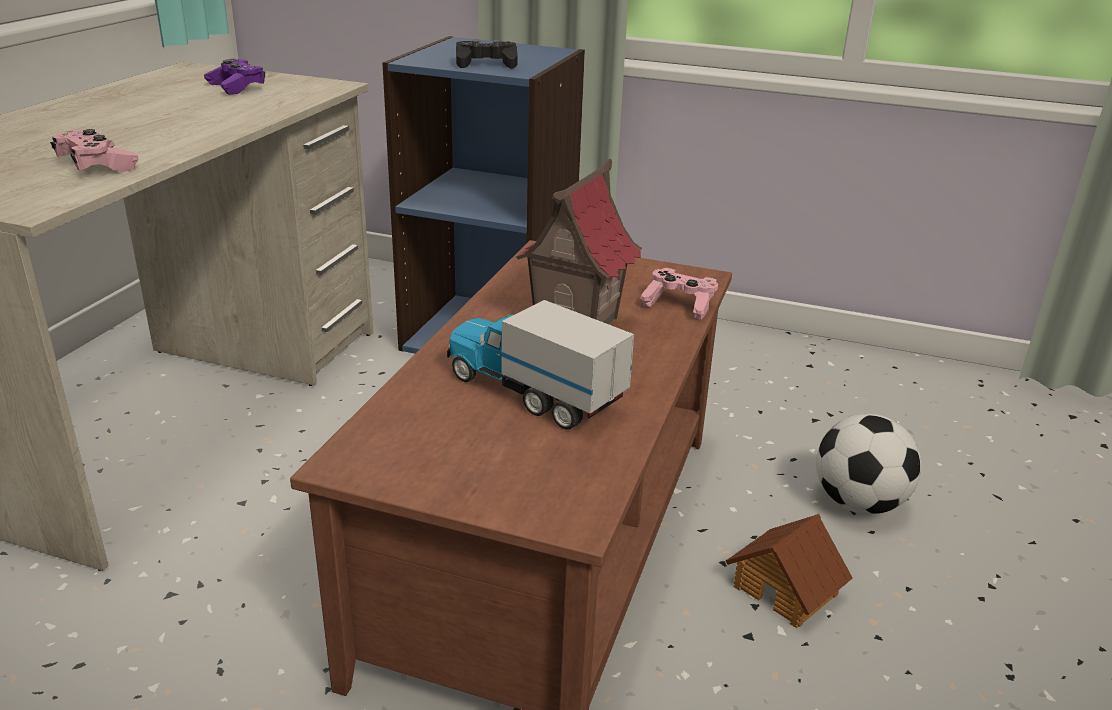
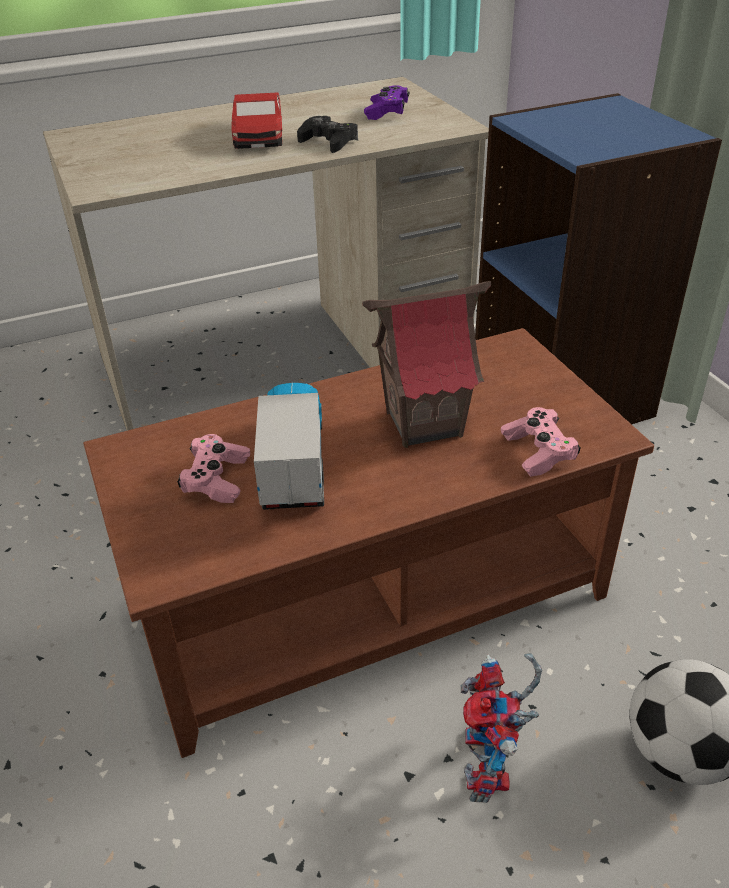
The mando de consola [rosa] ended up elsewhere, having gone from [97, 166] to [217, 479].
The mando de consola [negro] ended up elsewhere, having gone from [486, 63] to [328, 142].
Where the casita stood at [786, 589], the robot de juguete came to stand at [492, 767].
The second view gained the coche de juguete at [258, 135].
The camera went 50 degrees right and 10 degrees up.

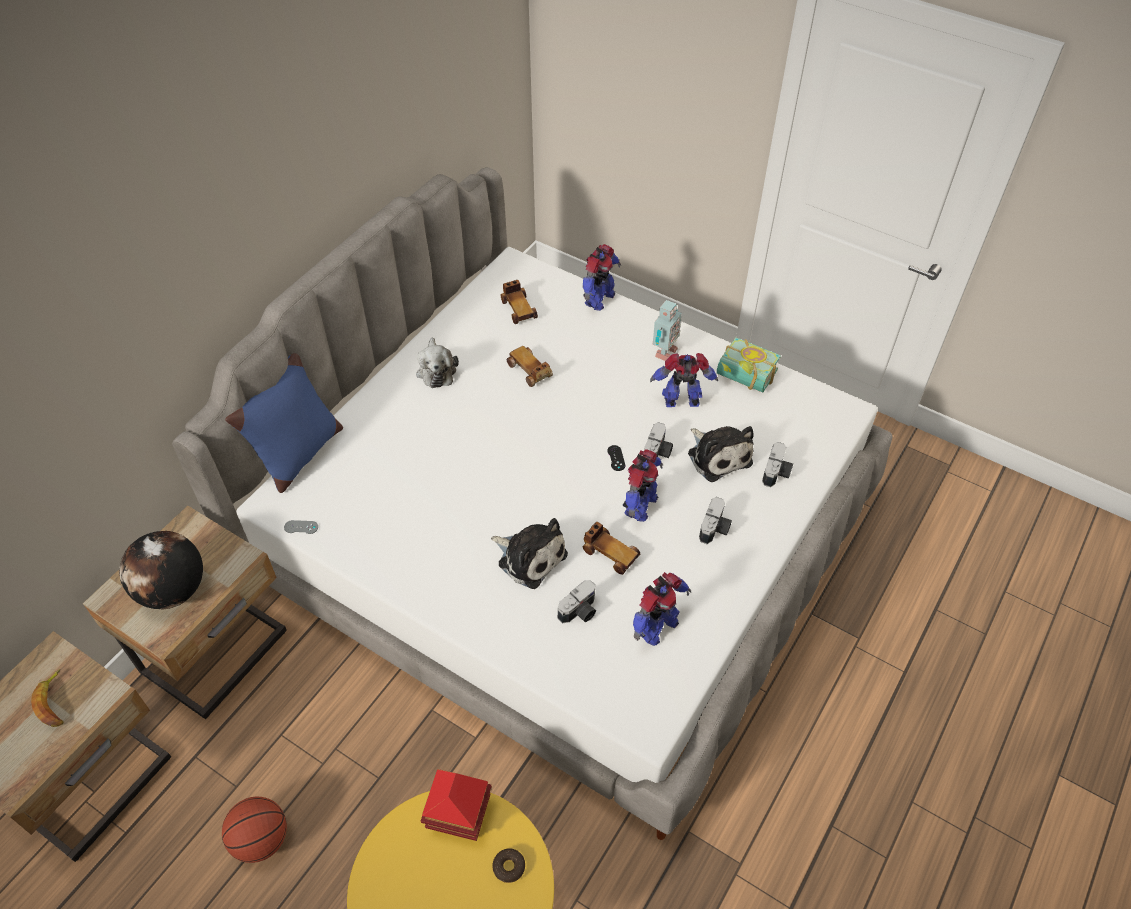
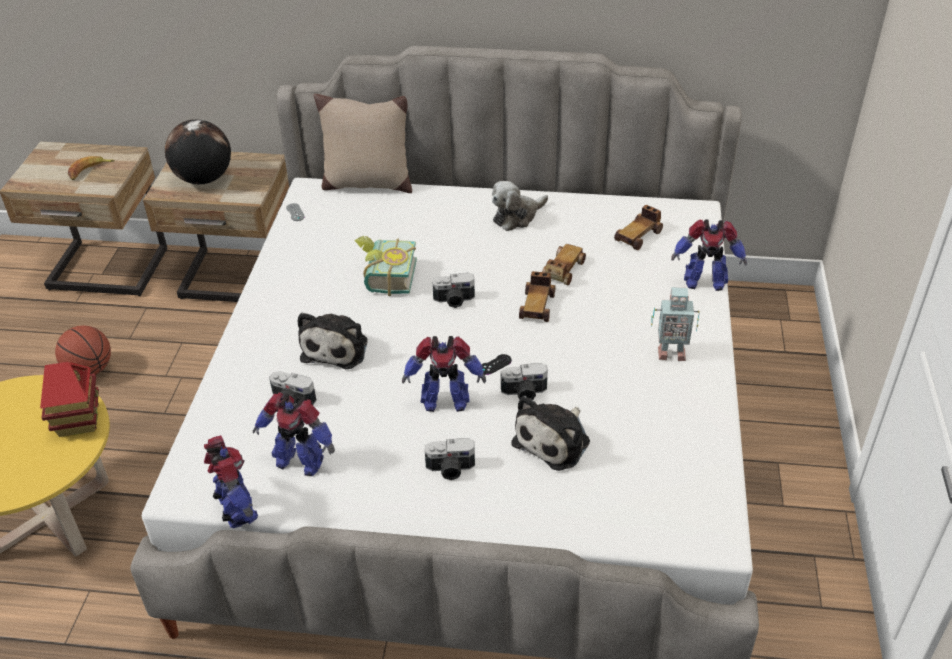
What was the cojín [azul] at [299, 455] turned into the cojín [beis] at [367, 183].
The second view lost the rosquilla at [509, 867].
The coche de juguete ended up elsewhere, having gone from [610, 553] to [537, 306].
The robot de juguete ended up elsewhere, having gone from [682, 401] to [236, 510].
The libro ended up elsewhere, having gone from [743, 379] to [385, 278].
The cámara ended up elsewhere, having gone from [777, 473] to [454, 300].
The camera went 65 degrees right and 10 degrees down.

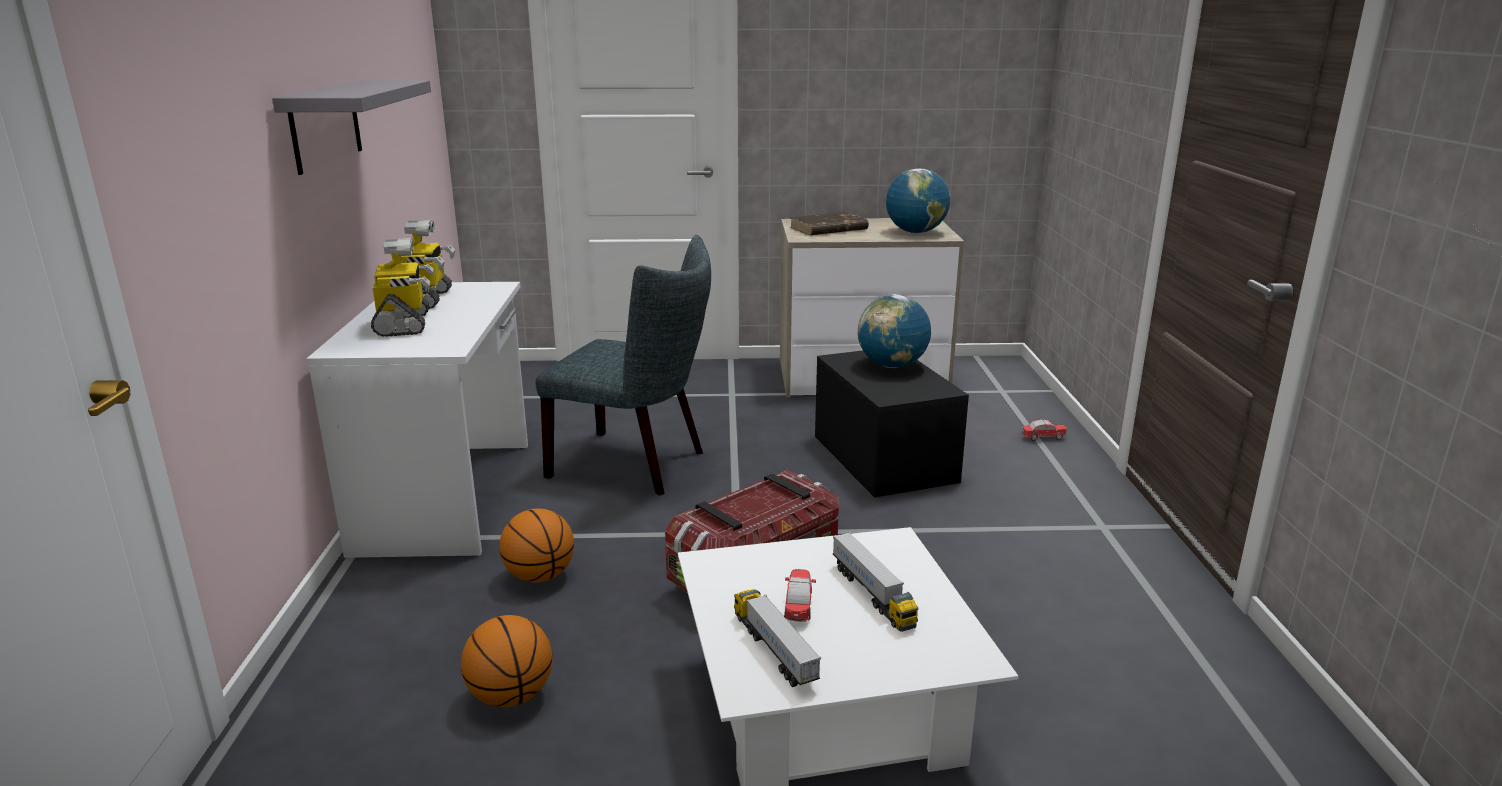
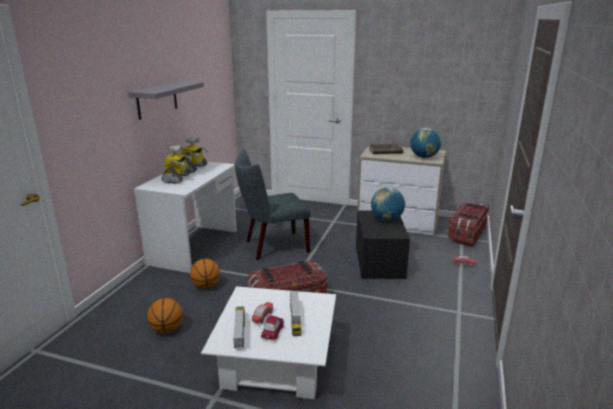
The silla [gris] at [637, 464] ended up facing another way, 120 degrees clockwise from before.
The second view gained the coche de juguete at [273, 331].
The second view gained the caja de almacenaje at [467, 234].
The camera went 20 degrees right and 0 degrees up.

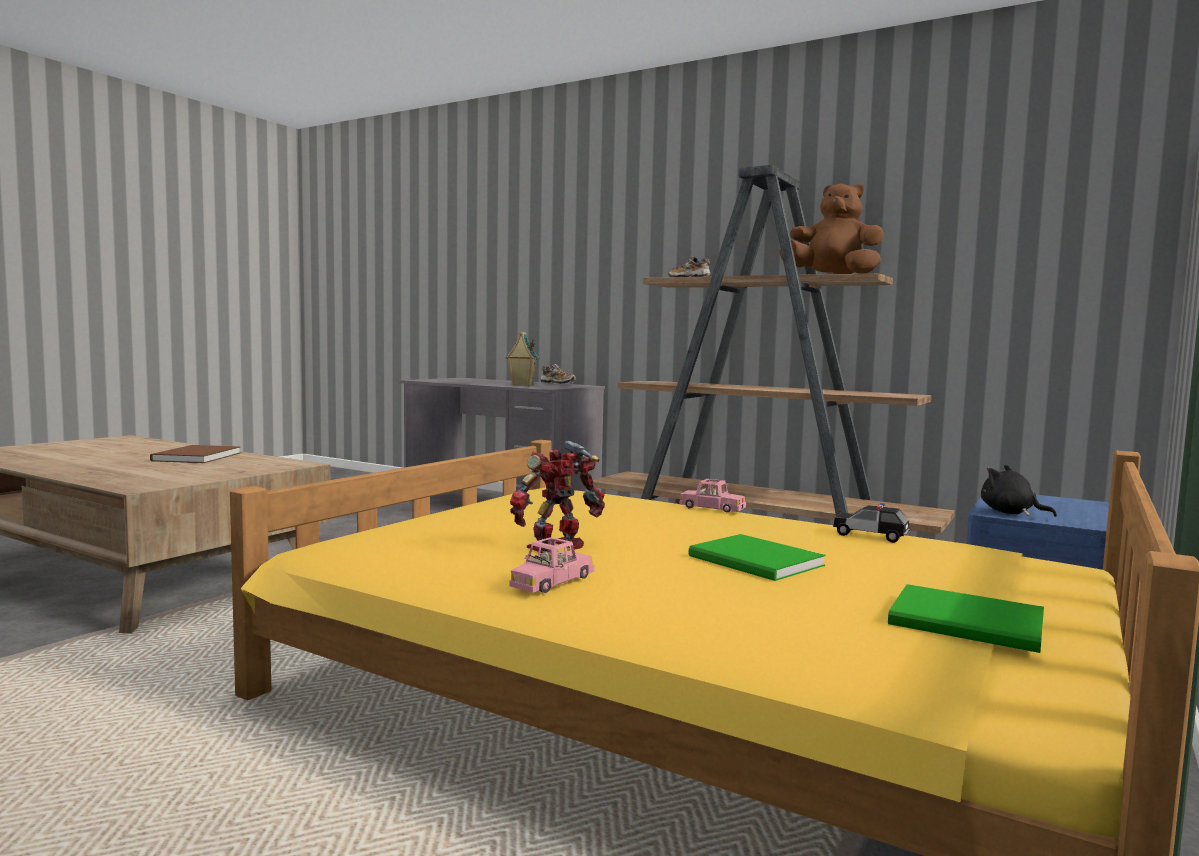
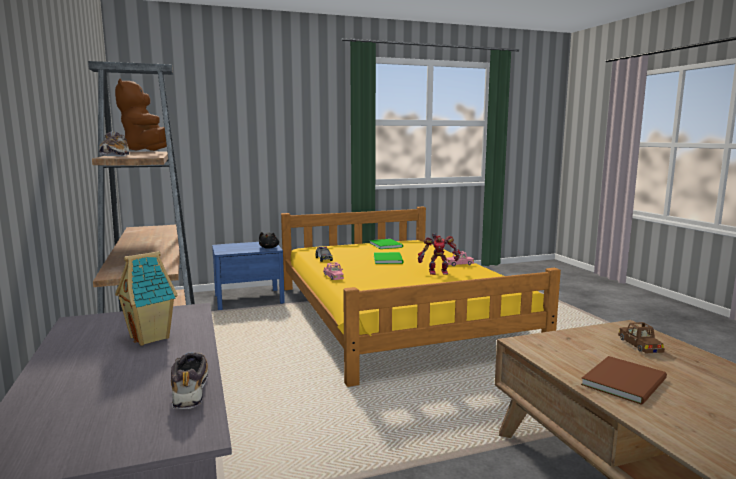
The zapato ended up elsewhere, having gone from [558, 384] to [190, 390].
The second view gained the coche de juguete [marrón] at [639, 345].
The camera went 140 degrees left and 5 degrees up.

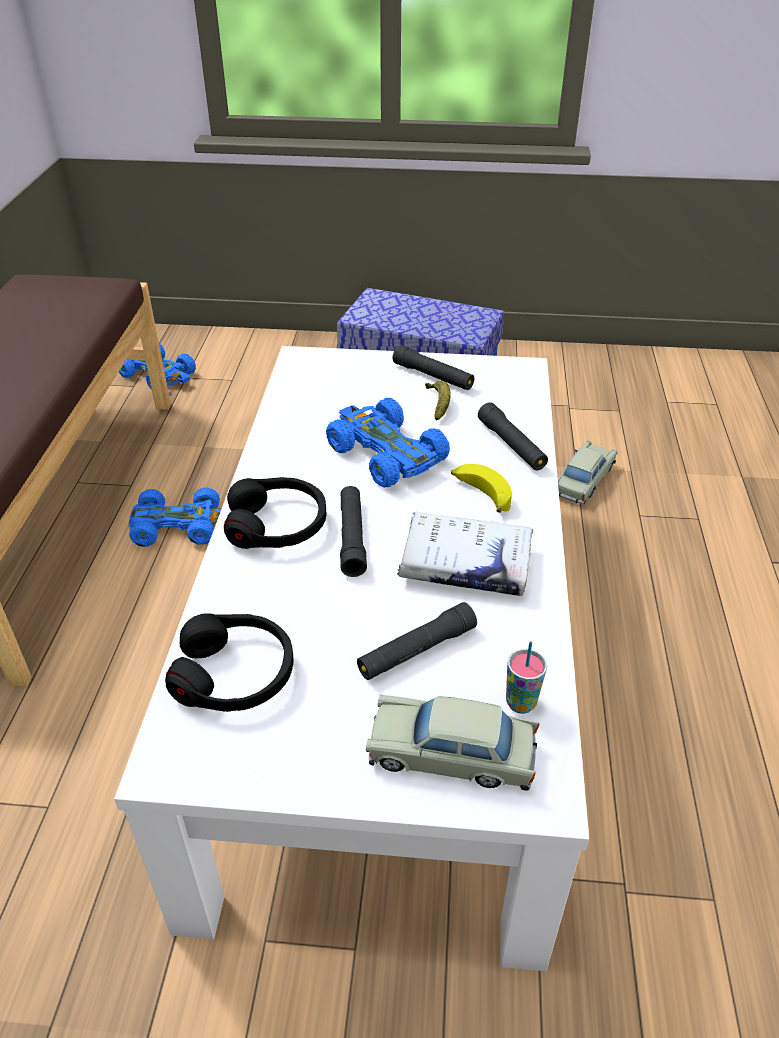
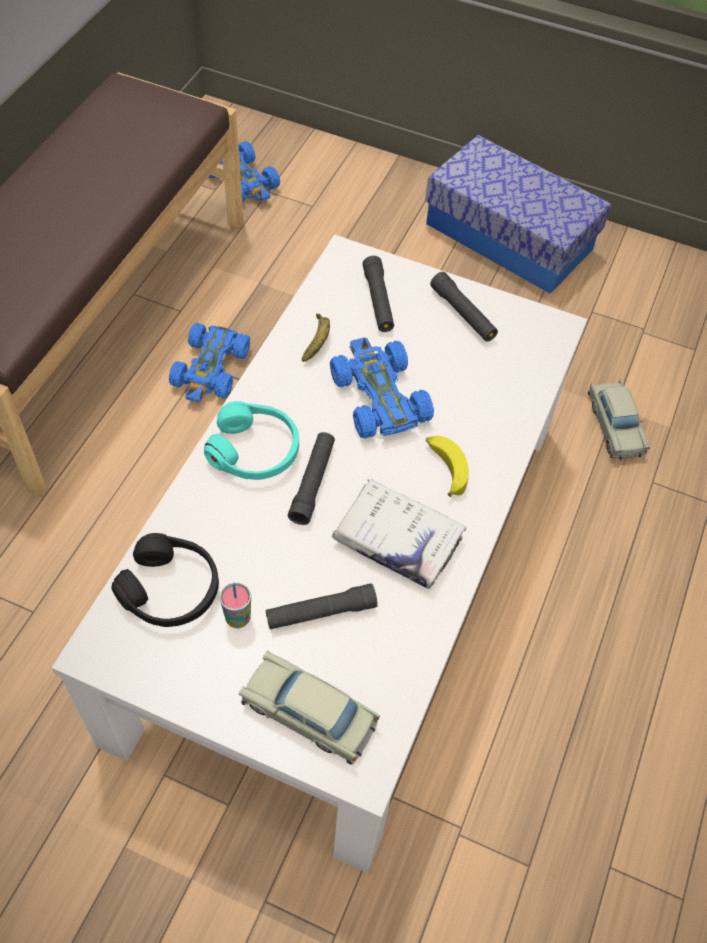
The coche de juguete [azul] at [179, 526] ended up facing another way, 90 degrees clockwise from before.
What was the auriculares [negro] at [277, 525] turned into the auriculares [turquesa] at [254, 450].
The plátano ended up elsewhere, having gone from [438, 404] to [317, 341].
The linterna [negro] ended up elsewhere, having gone from [511, 445] to [378, 301].
The taza ended up elsewhere, having gone from [521, 703] to [238, 618].
The coche de juguete [beis] at [583, 480] ended up facing another way, 120 degrees clockwise from before.
The camera went 15 degrees right and 15 degrees up.

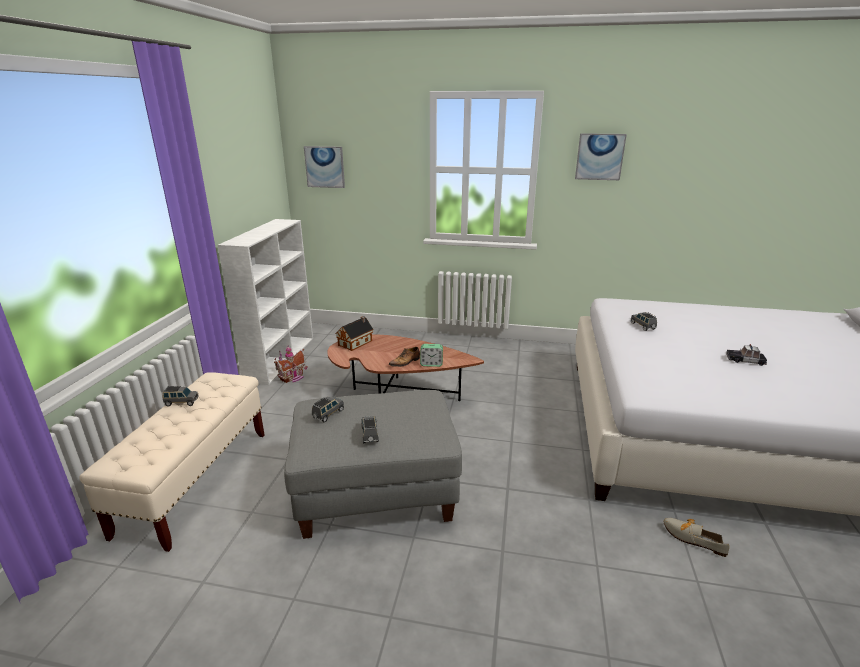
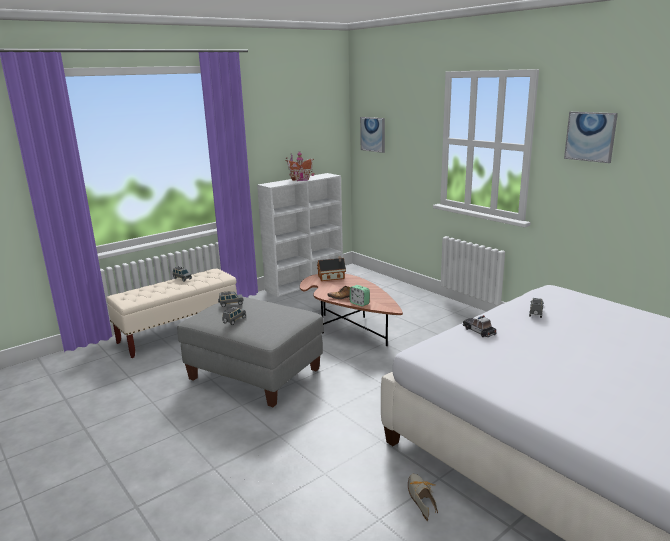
The casita ended up elsewhere, having gone from [293, 378] to [300, 179].
The coche de juguete ended up elsewhere, having gone from [745, 360] to [479, 330].
The camera went 40 degrees right and 5 degrees down.

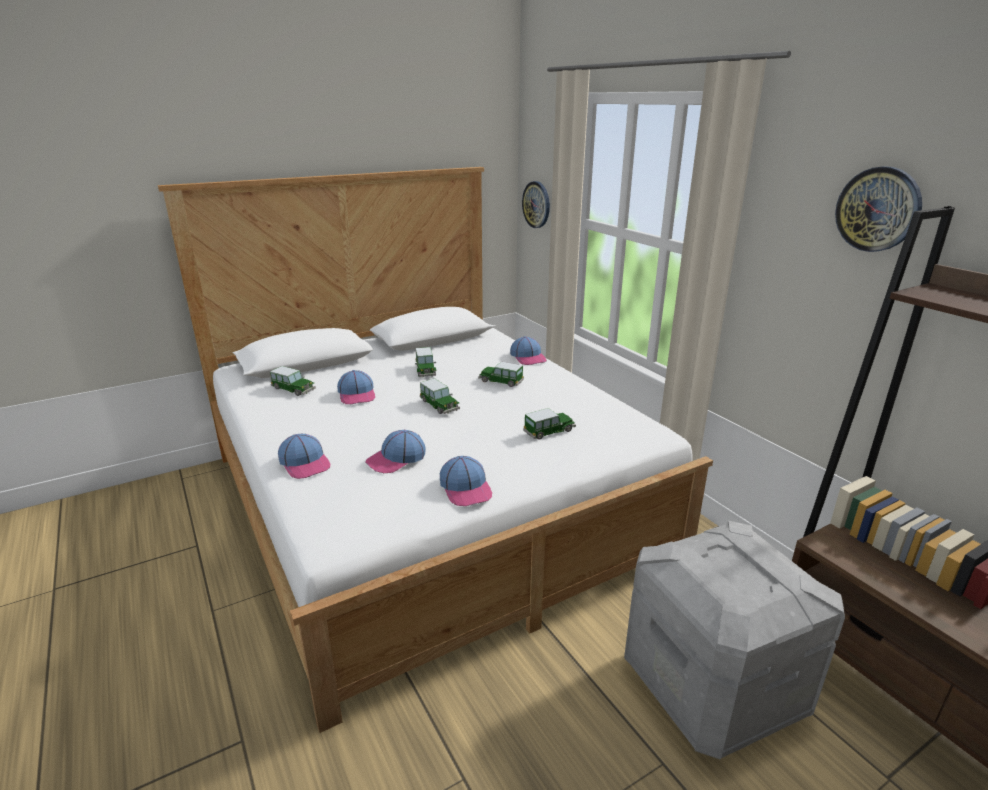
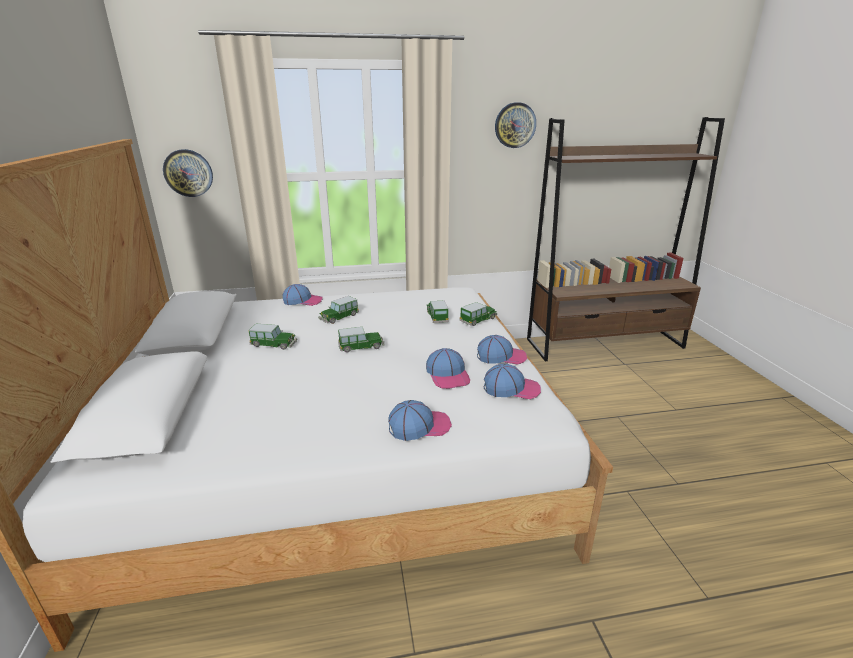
The coche de juguete ended up elsewhere, having gone from [293, 389] to [478, 320].
The gorra ended up elsewhere, having gone from [357, 394] to [511, 388].
The second view lost the caja de almacenaje [gris] at [714, 686].
The camera went 70 degrees left and 0 degrees up.

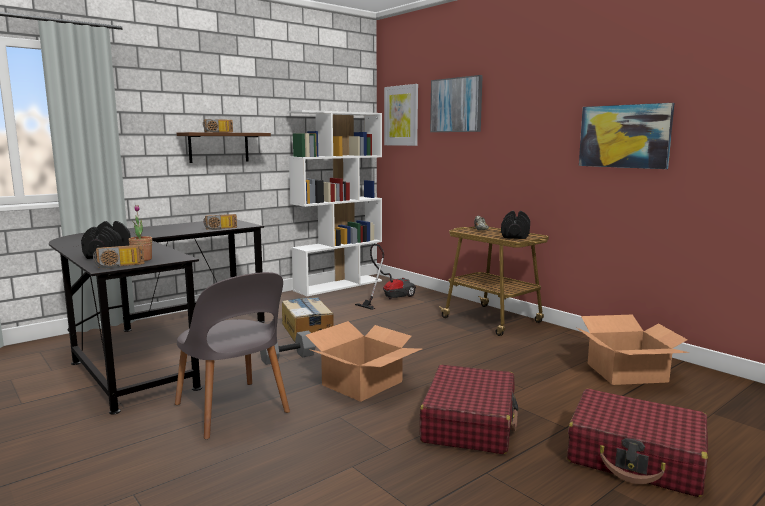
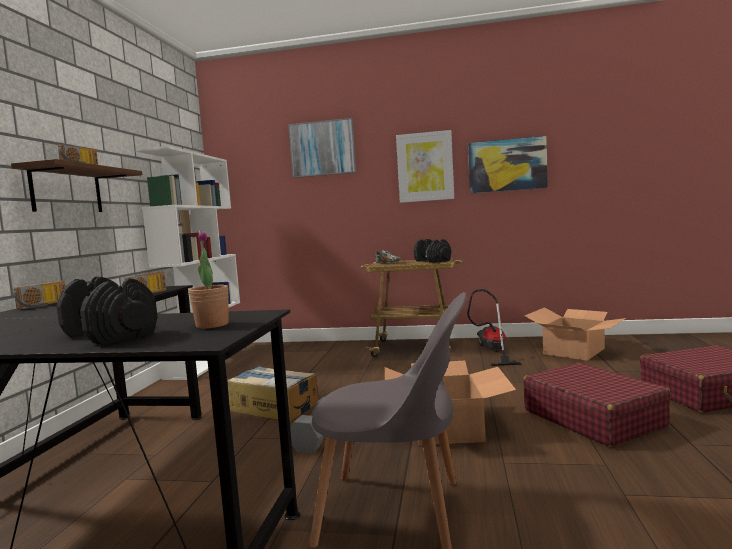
The radio ended up elsewhere, having gone from [119, 266] to [44, 305].
The aspiradora ended up elsewhere, having gone from [389, 298] to [492, 351].
The cuadro ended up elsewhere, having gone from [401, 115] to [425, 167].
The camera went 40 degrees left and 5 degrees down.

